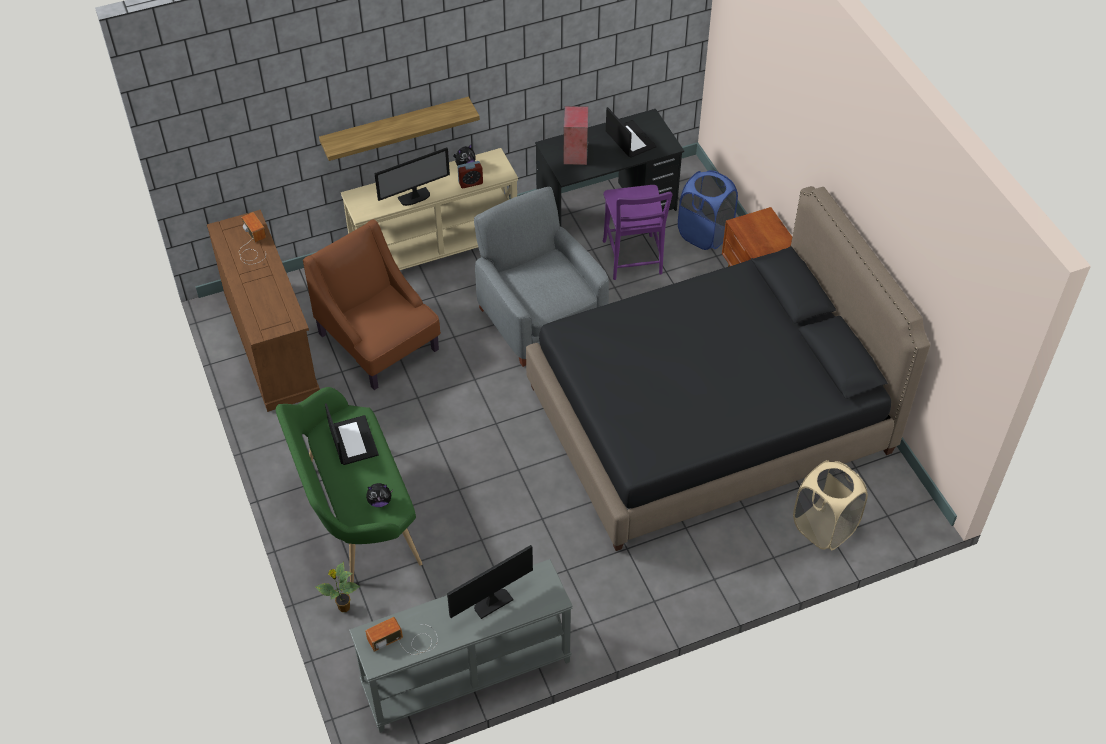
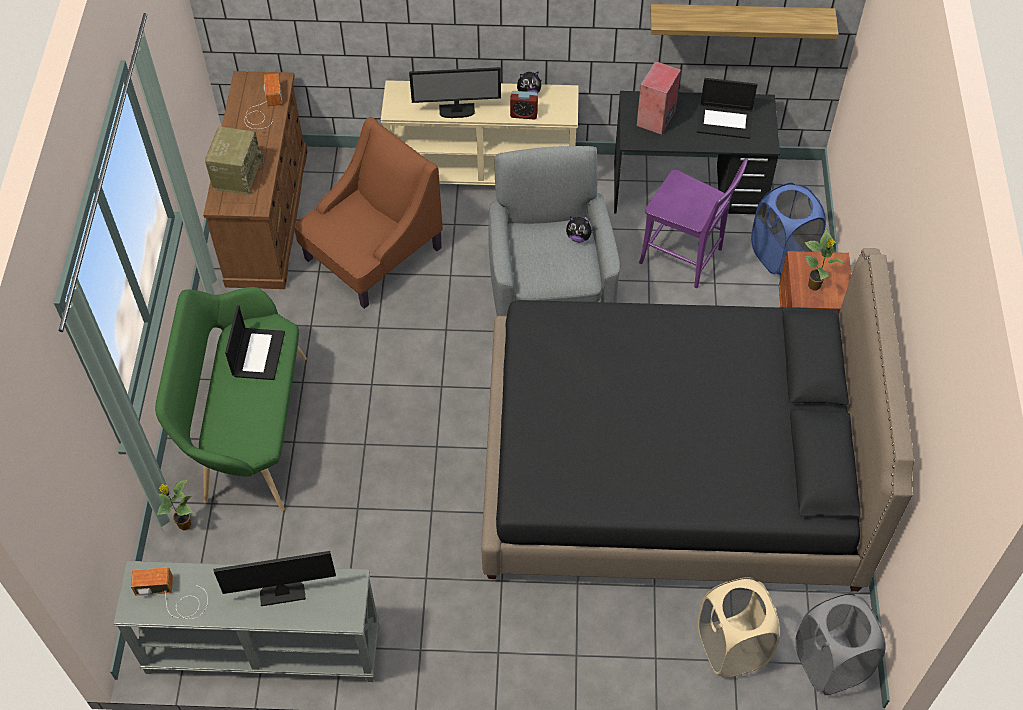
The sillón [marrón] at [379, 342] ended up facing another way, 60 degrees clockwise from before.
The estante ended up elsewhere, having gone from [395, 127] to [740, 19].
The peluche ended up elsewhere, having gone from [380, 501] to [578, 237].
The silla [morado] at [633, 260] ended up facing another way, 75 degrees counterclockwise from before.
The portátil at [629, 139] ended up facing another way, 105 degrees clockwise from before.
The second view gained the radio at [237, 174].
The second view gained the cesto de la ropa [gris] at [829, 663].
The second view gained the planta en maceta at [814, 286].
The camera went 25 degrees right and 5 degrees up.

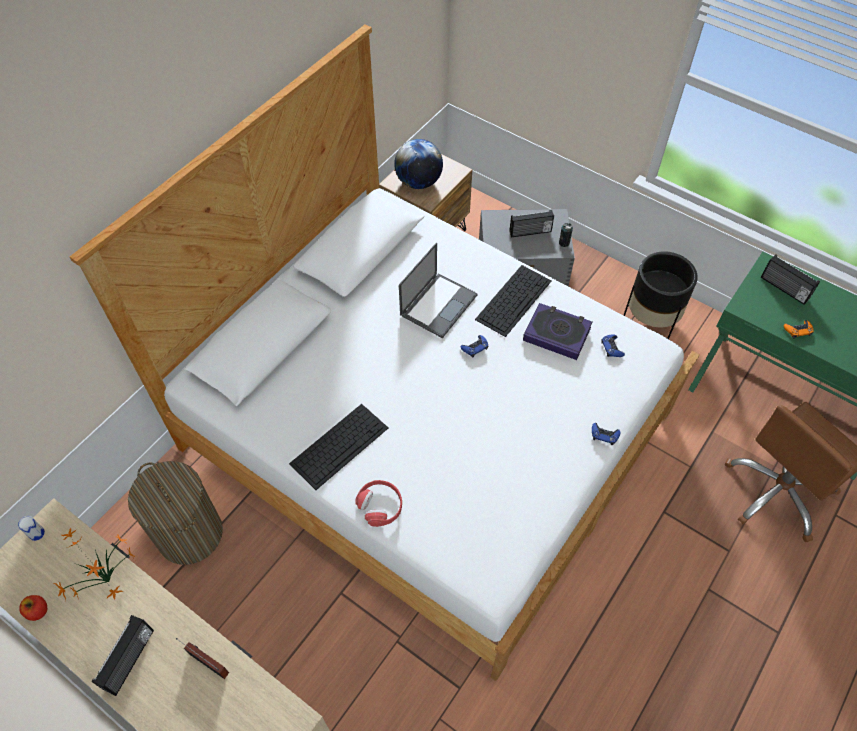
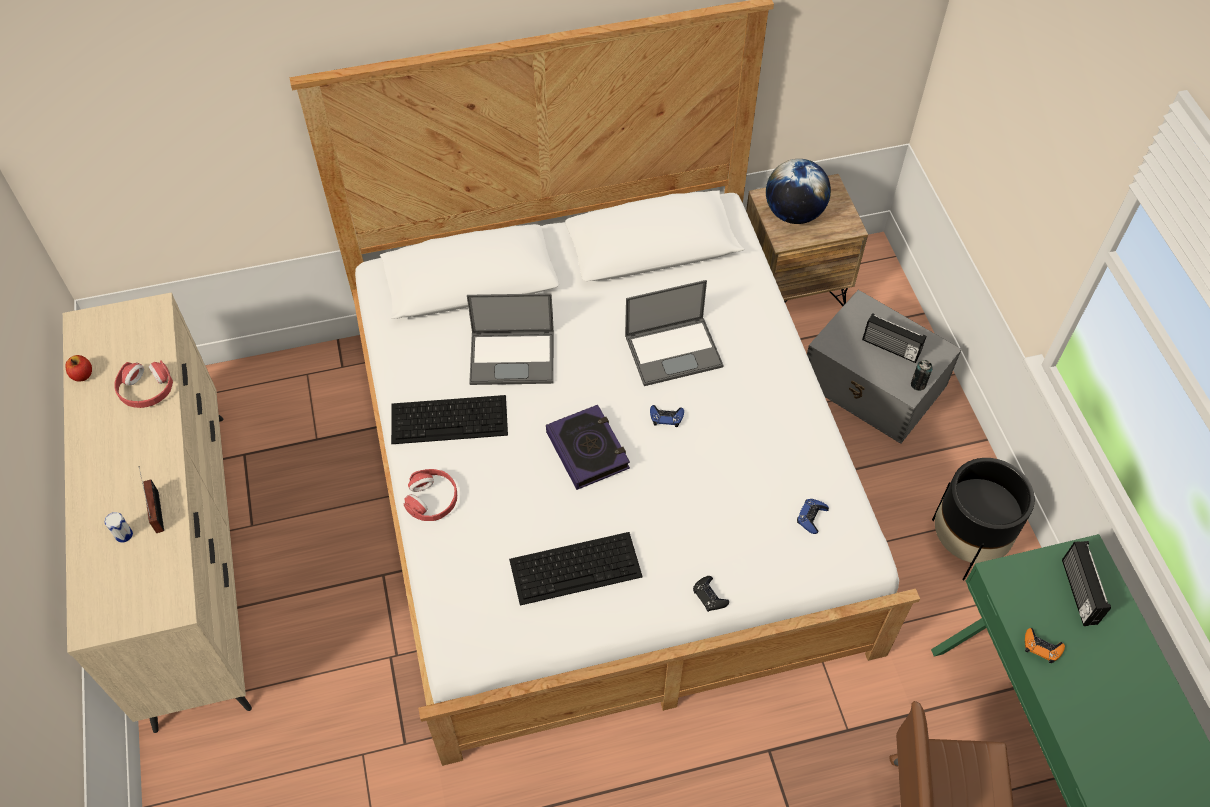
The lata ended up elsewhere, having gone from [37, 533] to [124, 535].
Where the planta en maceta stood at [106, 582], the auriculares [rojo] came to stand at [146, 389].
The second view lost the radio at [131, 660].
The second view lost the cesto de la ropa at [190, 533].
The teclado ended up elsewhere, having gone from [514, 299] to [576, 567].
The libro ended up elsewhere, having gone from [557, 334] to [588, 450].
What was the mando de consola [azul] at [604, 435] turned into the mando de consola [negro] at [709, 596].
The second view gained the portátil at [513, 357].
The camera went 40 degrees right and 0 degrees up.

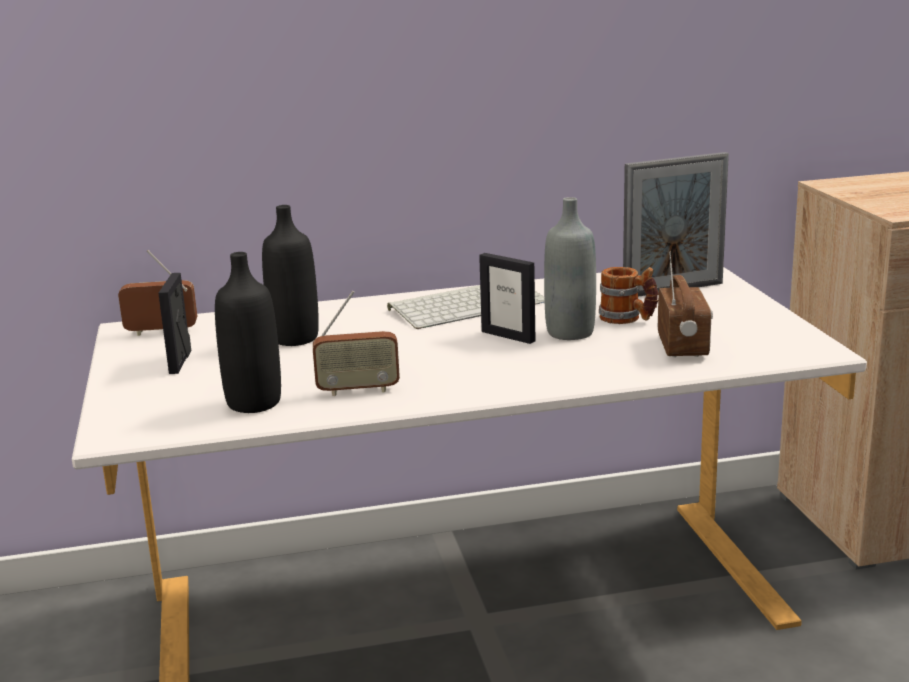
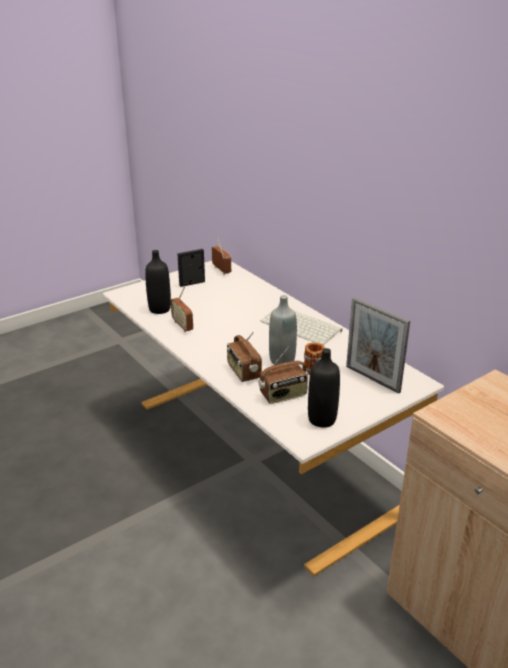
The botella [negro] ended up elsewhere, having gone from [294, 338] to [322, 419].
The second view lost the portarretratos at [508, 336].
The second view gained the radio at [243, 372].
The camera went 65 degrees right and 10 degrees up.

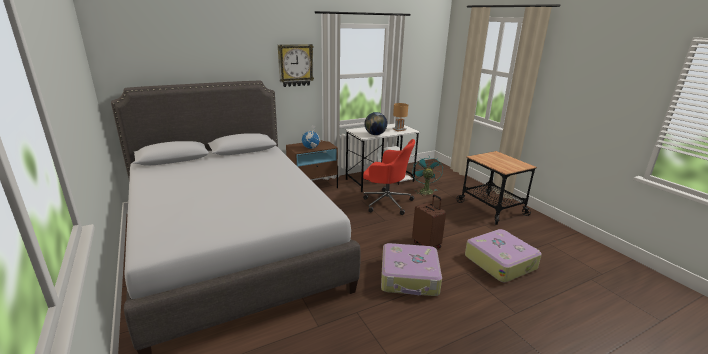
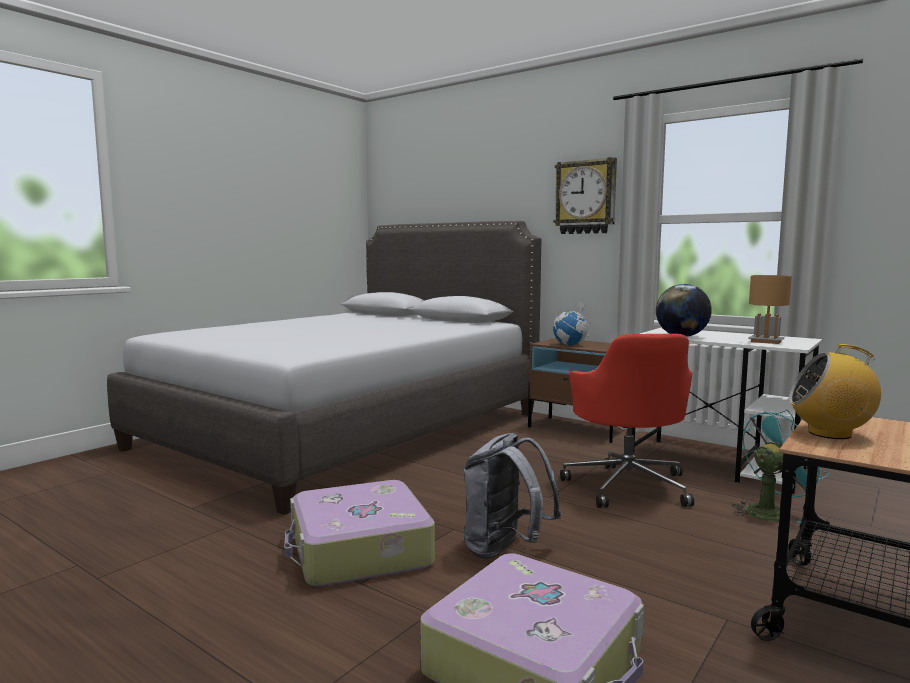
Where the maleta [marrón] stood at [427, 244], the mochila [gris] came to stand at [505, 550].
The second view gained the radio at [830, 433].
The camera went 65 degrees right and 15 degrees down.

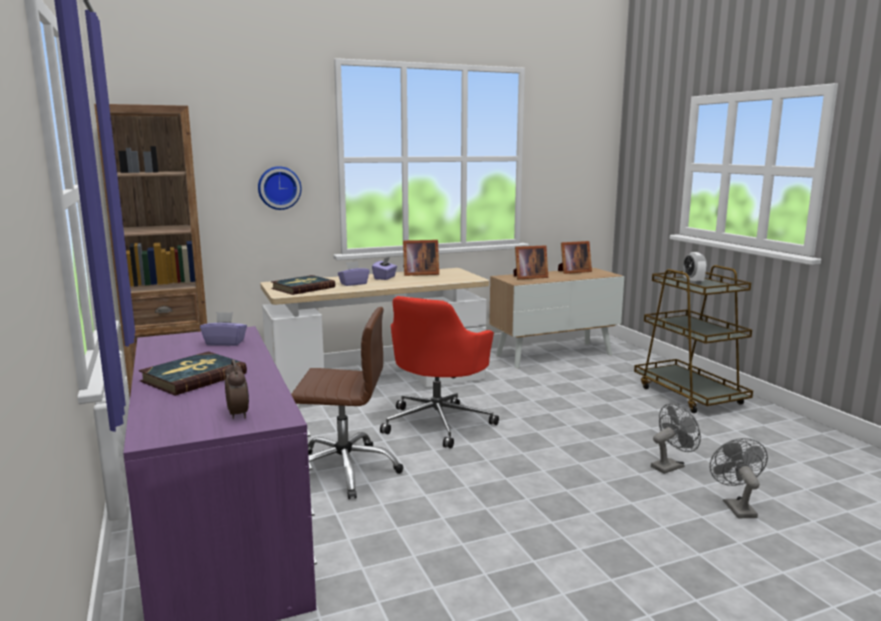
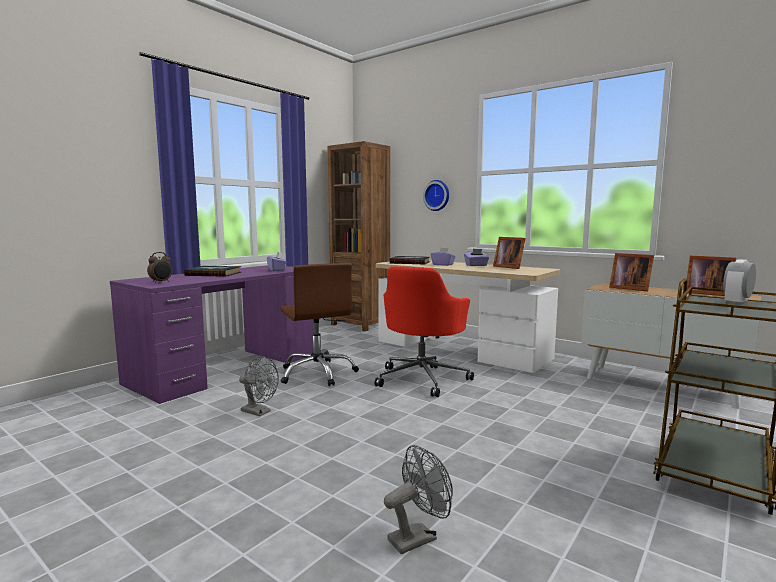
The silla de oficina [rojo] at [438, 423] ended up facing another way, 60 degrees counterclockwise from before.
The ventilador [gris] ended up elsewhere, having gone from [670, 466] to [259, 412].
The camera went 60 degrees right and 5 degrees down.

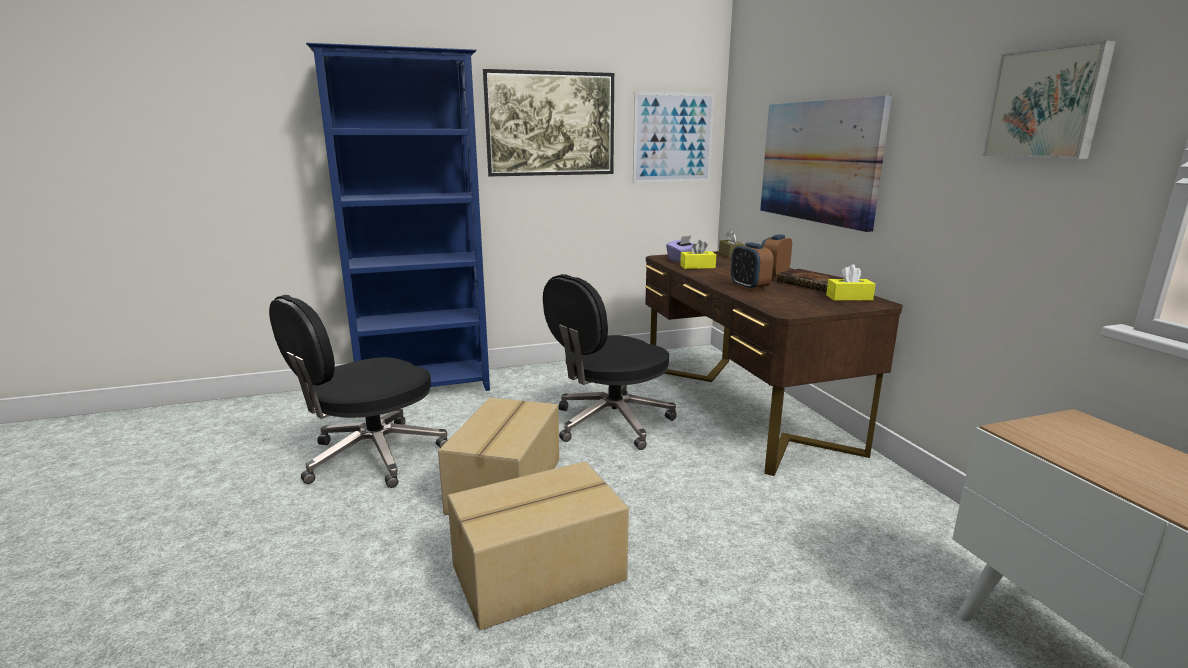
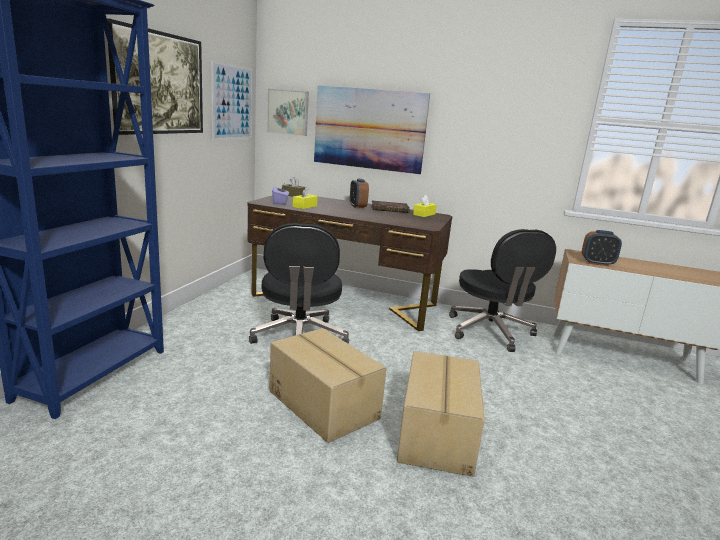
The silla de oficina [negro] ended up elsewhere, having gone from [371, 456] to [490, 332].
The despertador ended up elsewhere, having gone from [749, 287] to [597, 263].
The cuadro ended up elsewhere, having gone from [1047, 104] to [288, 112].
The camera went 55 degrees left and 0 degrees up.

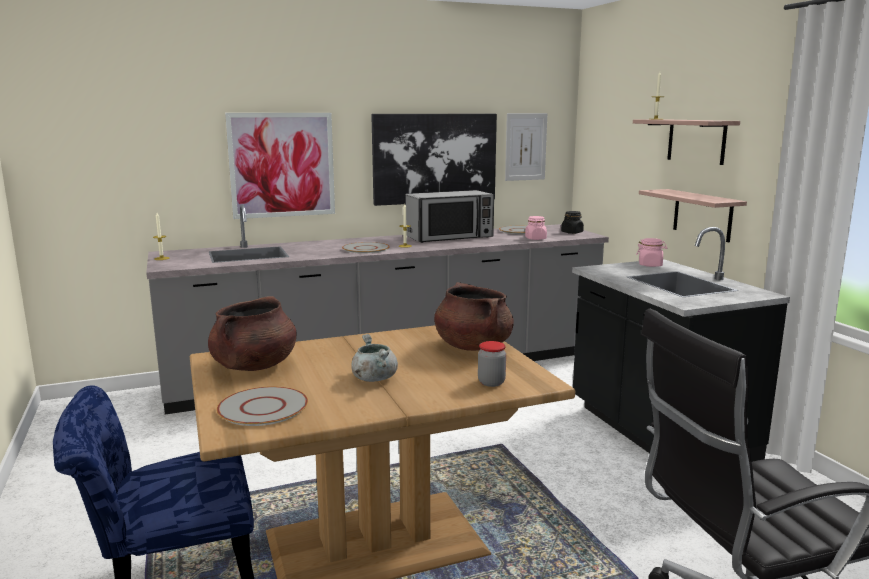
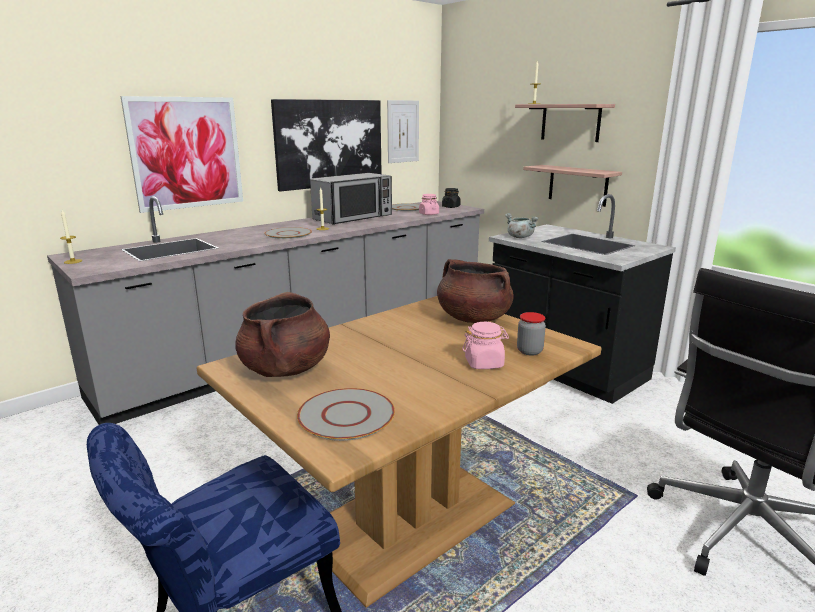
The olla [gris] ended up elsewhere, having gone from [373, 378] to [519, 237].
The tarro [rosa] ended up elsewhere, having gone from [650, 265] to [484, 363].
The camera went 20 degrees left and 5 degrees up.

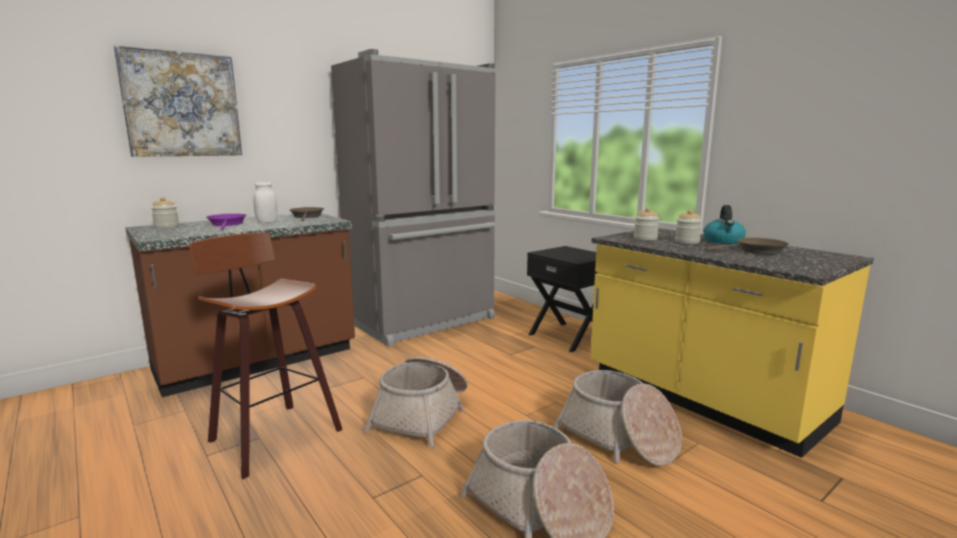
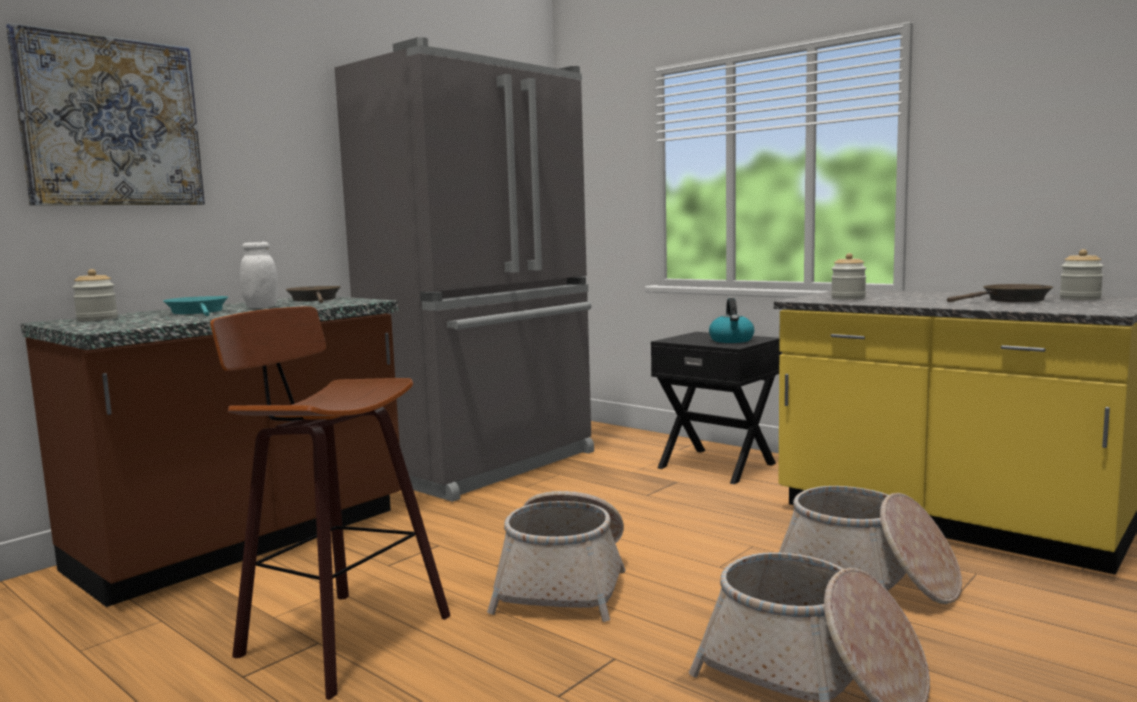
What was the sartén [morado] at [227, 224] turned into the sartén [turquesa] at [199, 312].
The tarro ended up elsewhere, having gone from [687, 241] to [1080, 298].
The hervidor ended up elsewhere, having gone from [723, 241] to [732, 340].
The camera went 10 degrees left and 5 degrees down.

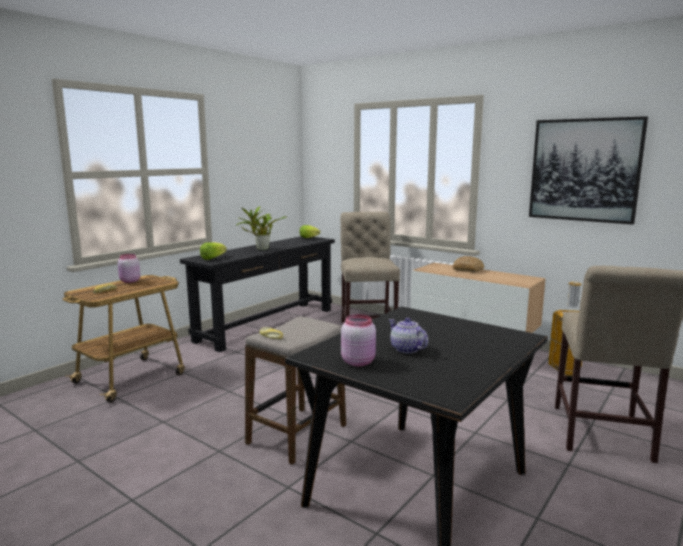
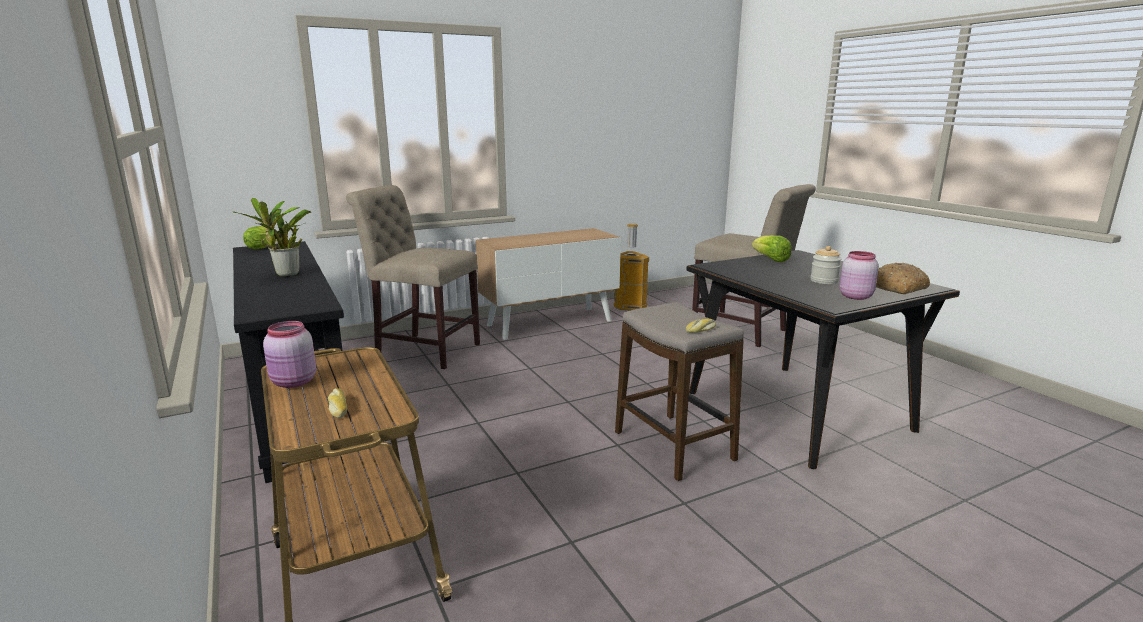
The lechuga ended up elsewhere, having gone from [212, 258] to [770, 259].
Where the tetera stood at [406, 349], the tarro came to stand at [824, 281].
The pan ended up elsewhere, having gone from [468, 270] to [898, 288].
The second view lost the cuadro at [584, 170].
The camera went 65 degrees left and 5 degrees up.

